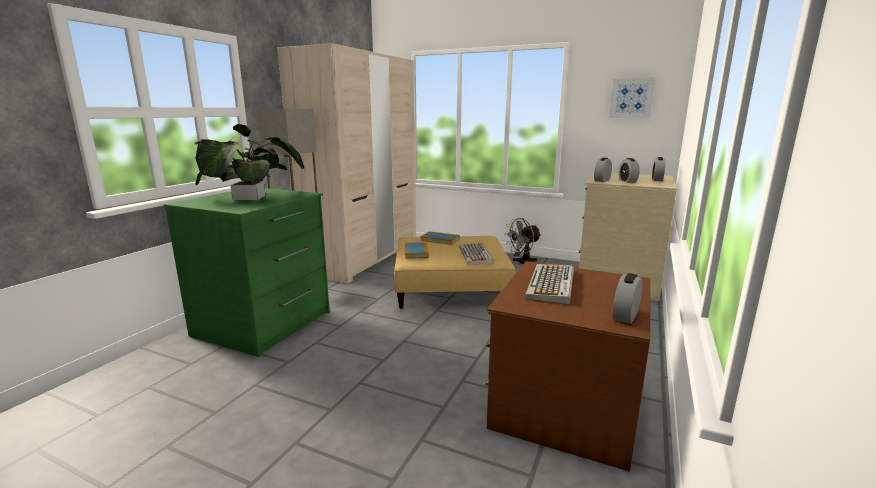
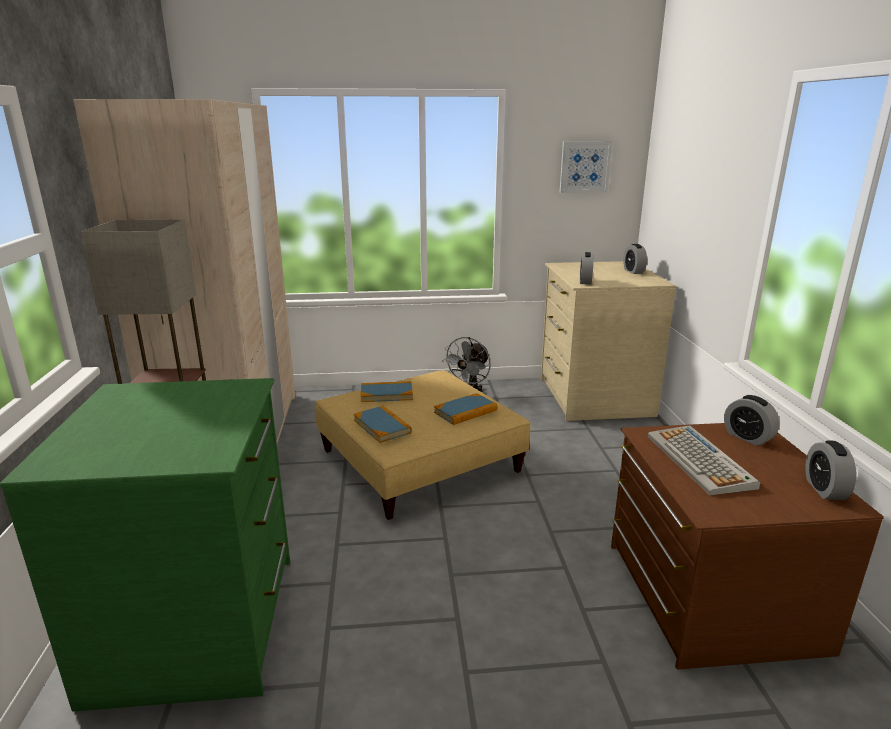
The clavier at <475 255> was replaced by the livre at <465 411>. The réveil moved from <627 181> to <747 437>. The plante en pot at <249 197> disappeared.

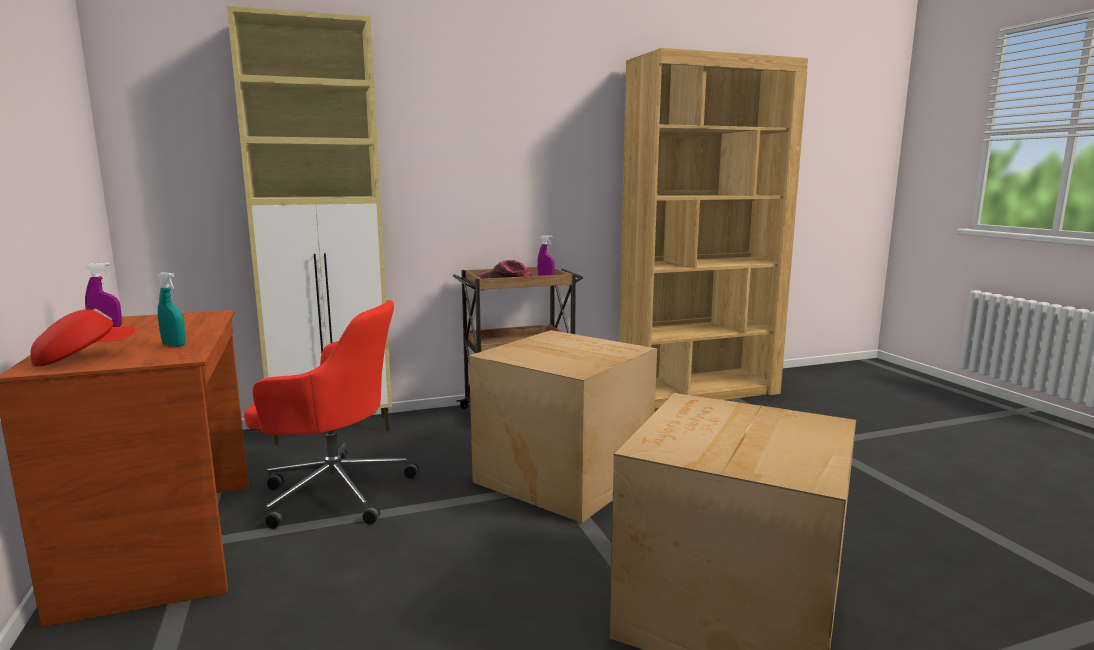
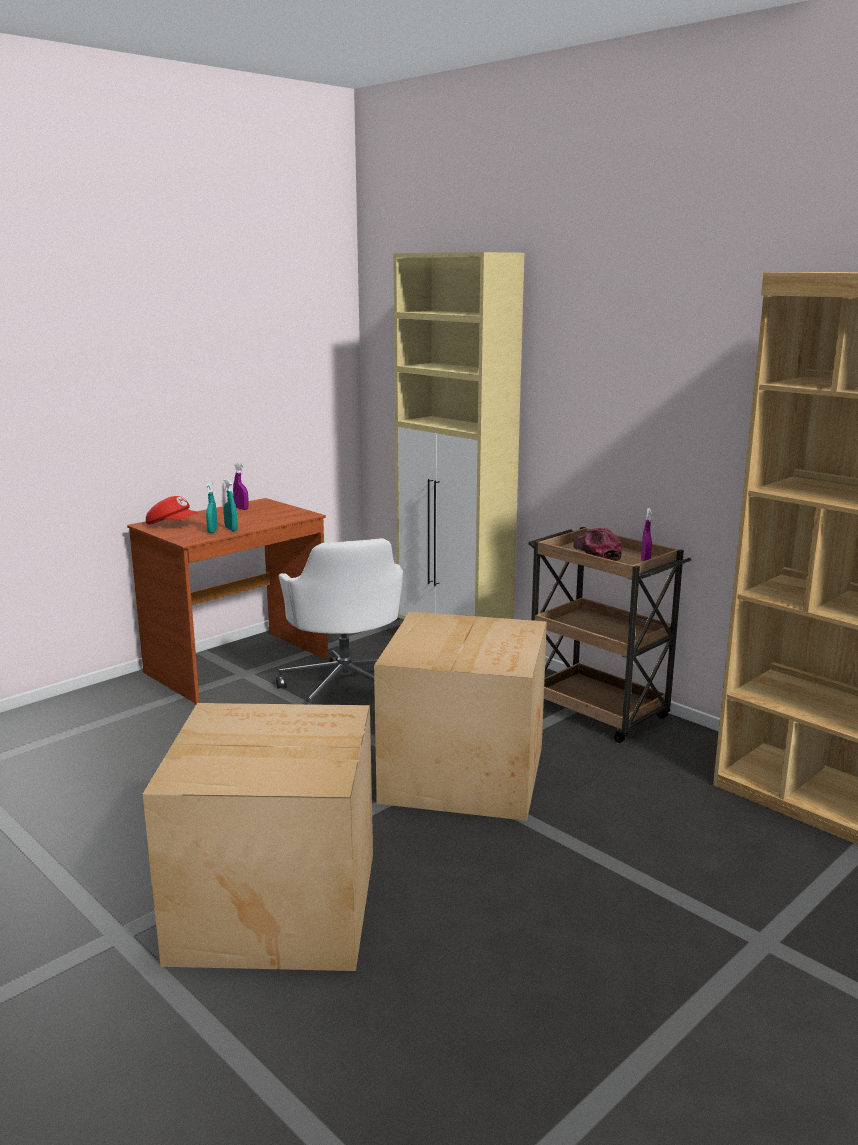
The vaporisateur [turquoise] at <231 529> appeared. The chaise de bureau [rouge] at <334 491> became the chaise de bureau [blanc] at <346 687>.

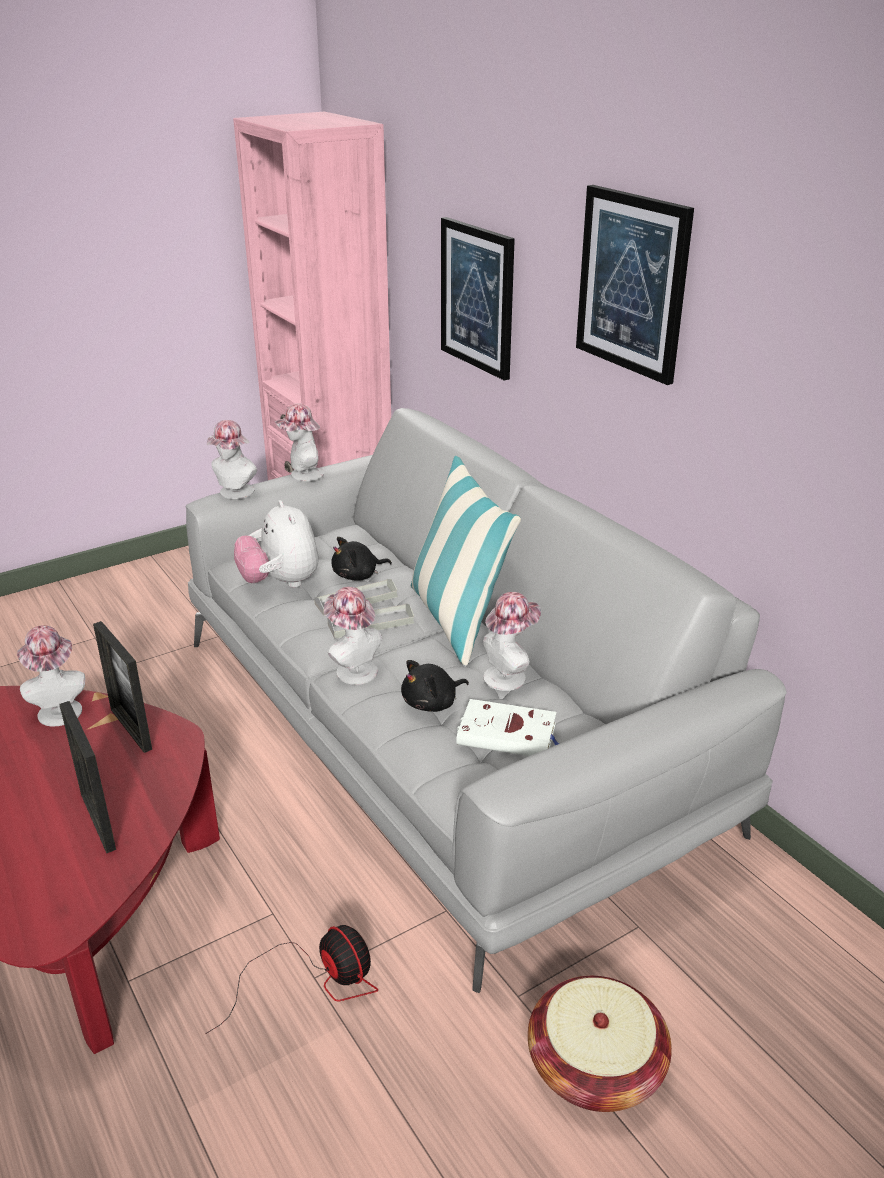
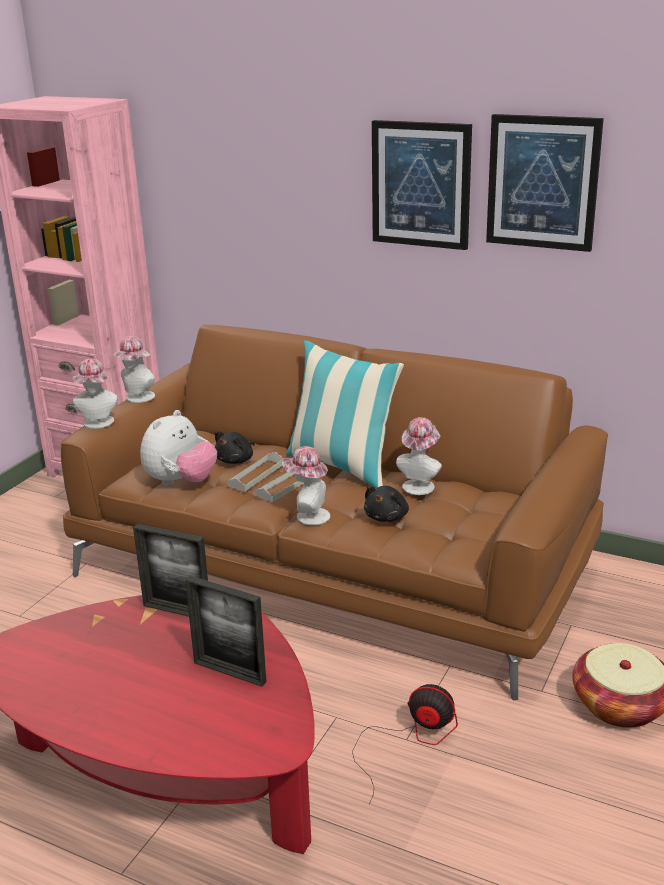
The canapé [gris] at <441 733> became the canapé [marron] at <335 566>. The peluche at <280 583> turned 90 degrees counterclockwise. The tableau moved from <477 297> to <542 182>. The chapeau at <59 709> disappeared. The livre [blanc] at <510 735> disappeared.

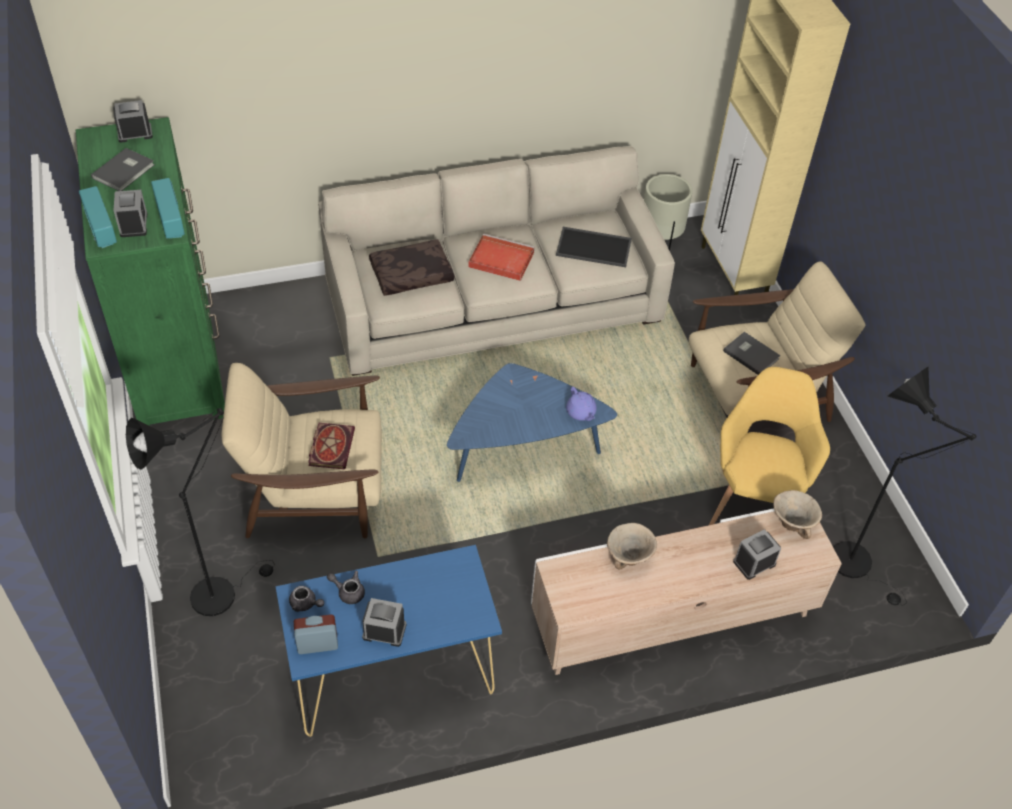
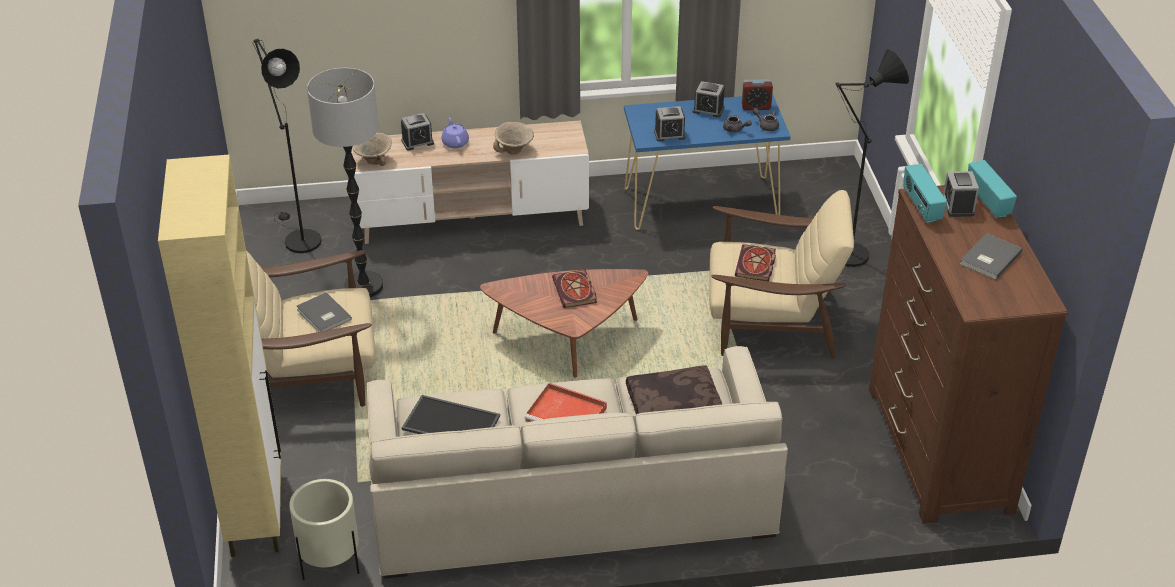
The fauteuil [jaune] at <753 501> was replaced by the lampadaire at <363 286>. The théière [violet] moved from <581 412> to <455 142>. The table basse [bleu] at <522 448> became the table basse [marron] at <568 342>. The livre at <576 291> appeared. The réveil moved from <135 133> to <669 134>. The commode [vert] at <176 361> became the commode [marron] at <938 449>.

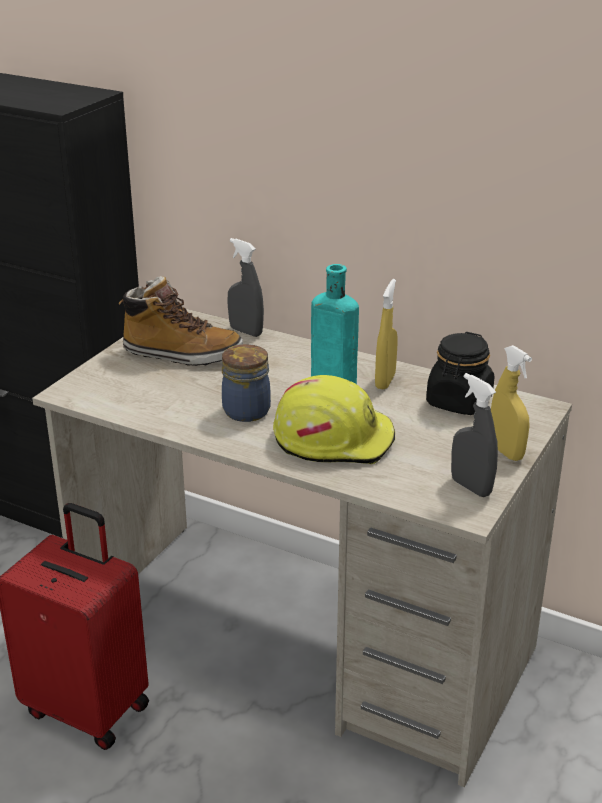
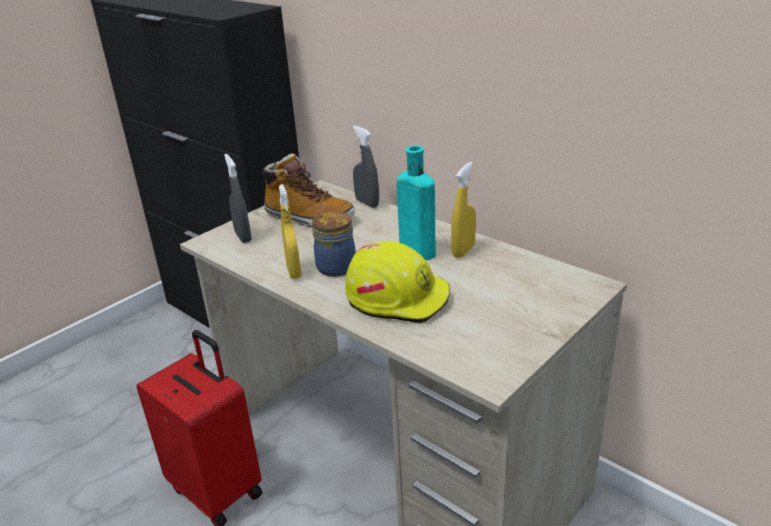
The vaporisateur [gris] moved from <471 487> to <243 237>. The vaporisateur [jaune] moved from <506 452> to <294 272>. The bocal [noir] at <459 402> disappeared.

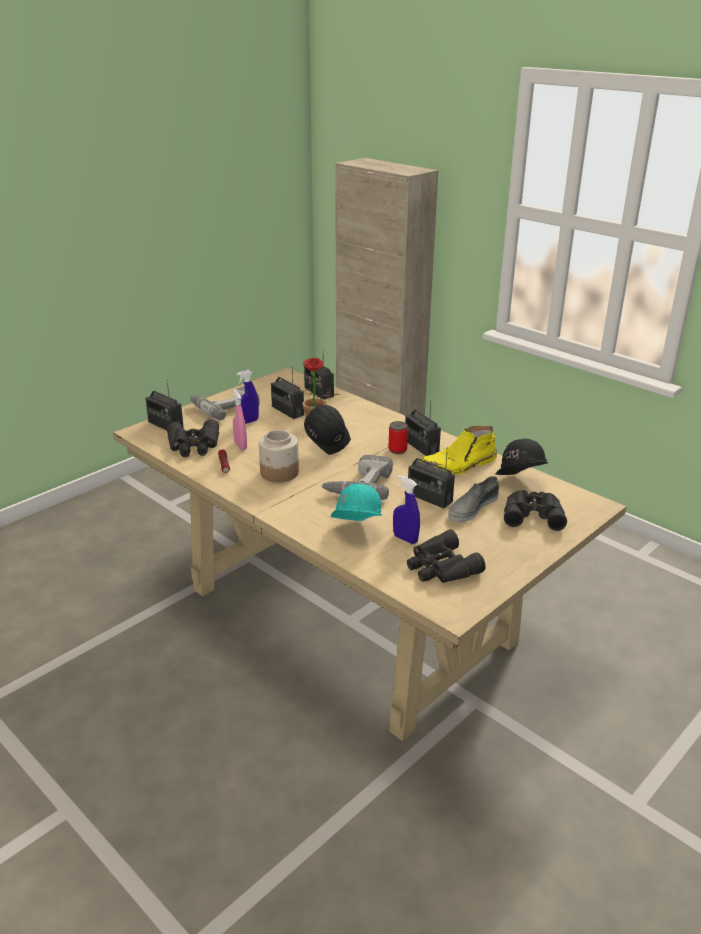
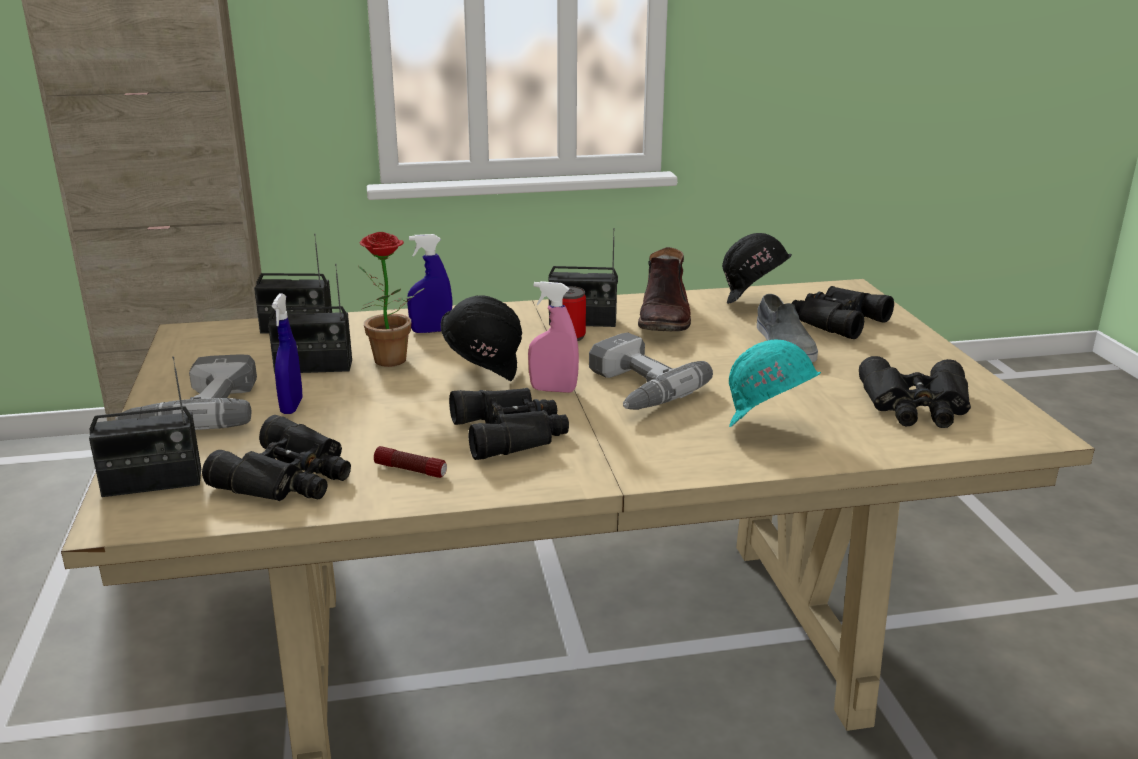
The vaporisateur [bleu] moved from <405 539> to <431 331>. The bocal at <279 473> was replaced by the jumelles [noir] at <512 432>. The vaporisateur [rose] moved from <240 445> to <553 390>. The botte [jaune] at <459 465> became the botte [marron] at <665 317>. The radio at <429 497> disappeared.

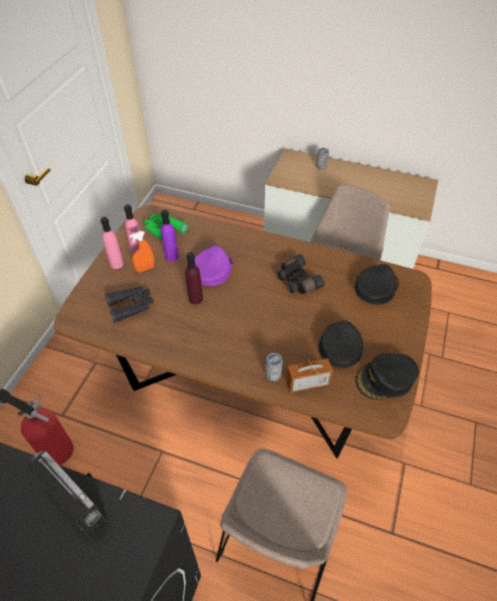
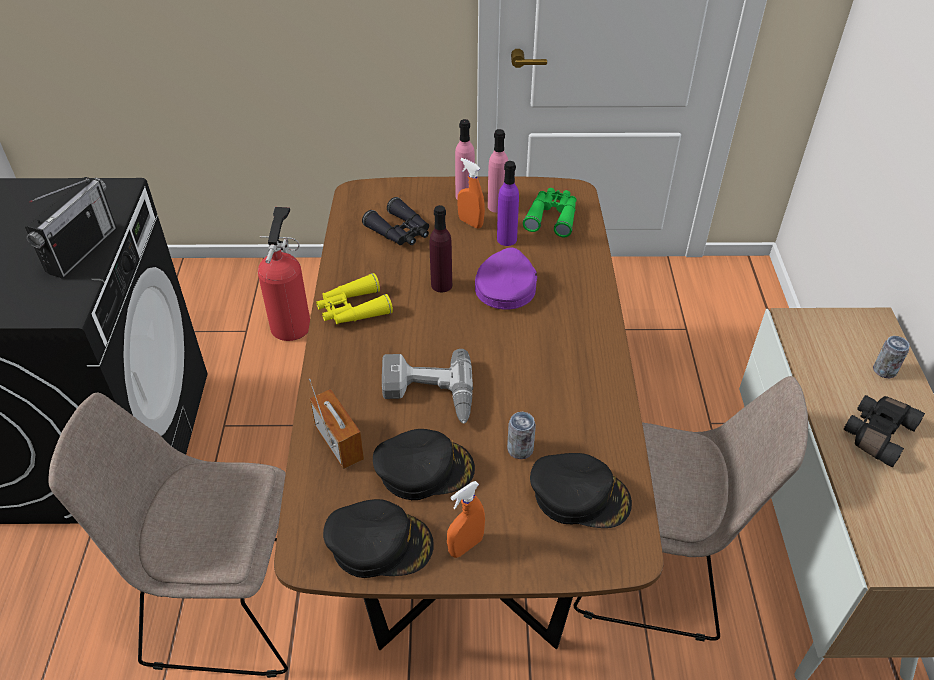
The jumelles [jaune] at <353 309> appeared. The casquette [noir] at <385 379> turned 135 degrees clockwise. The perceuse at <428 396> appeared. The vaporisateur [orange] at <465 546> appeared. The casquette [violet] at <212 269> turned 75 degrees counterclockwise. The boîte métallique moved from <273 374> to <520 449>. The jumelles [noir] moved from <297 281> to <876 433>.

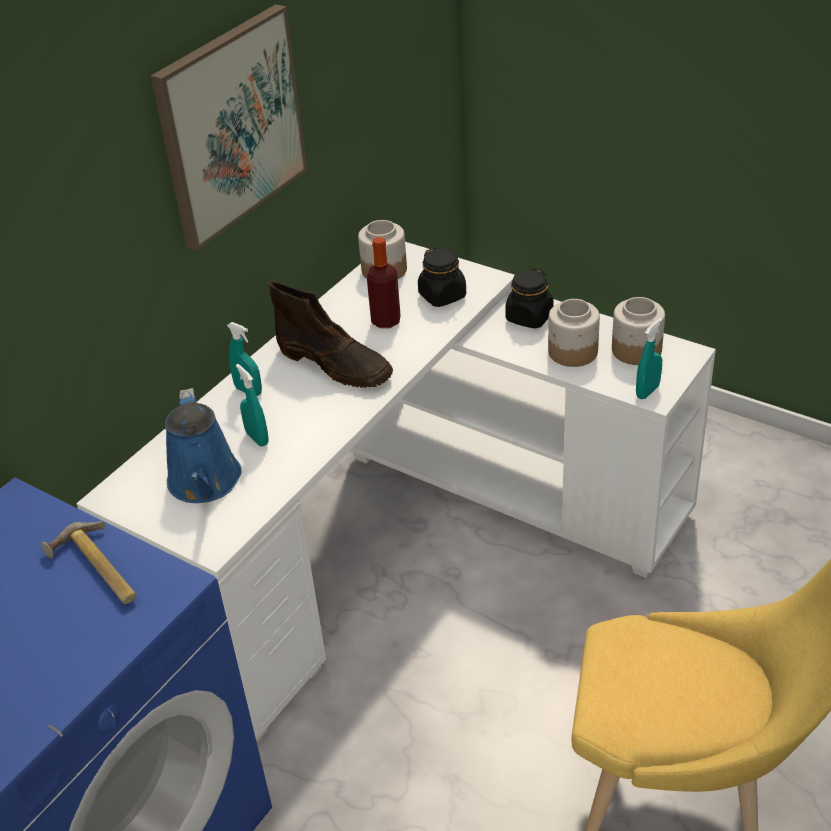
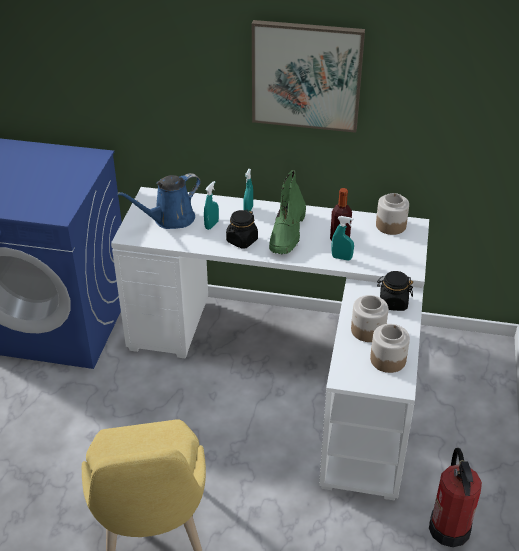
The bocal [noir] moved from <442 296> to <242 240>. The botte [marron] at <335 364> became the botte [vert] at <287 233>. The vaporisateur [turquoise] moved from <647 391> to <341 258>. The extincteur at <449 527> appeared. The marteau at <96 571> disappeared.

